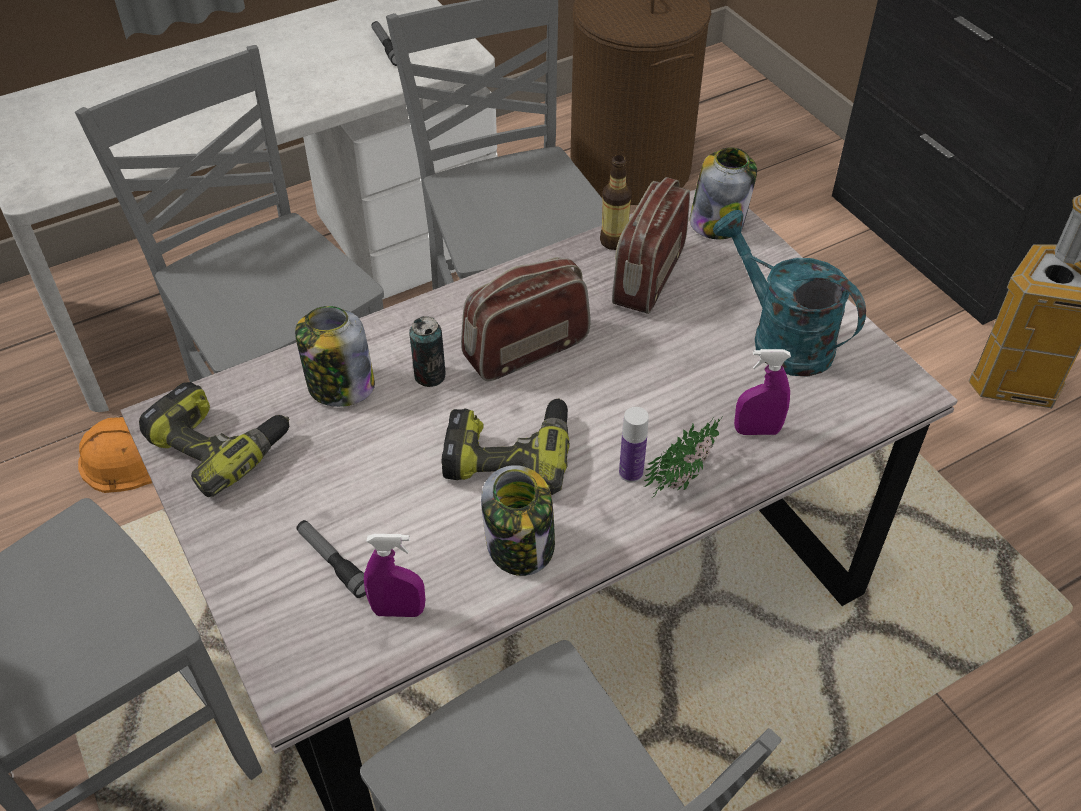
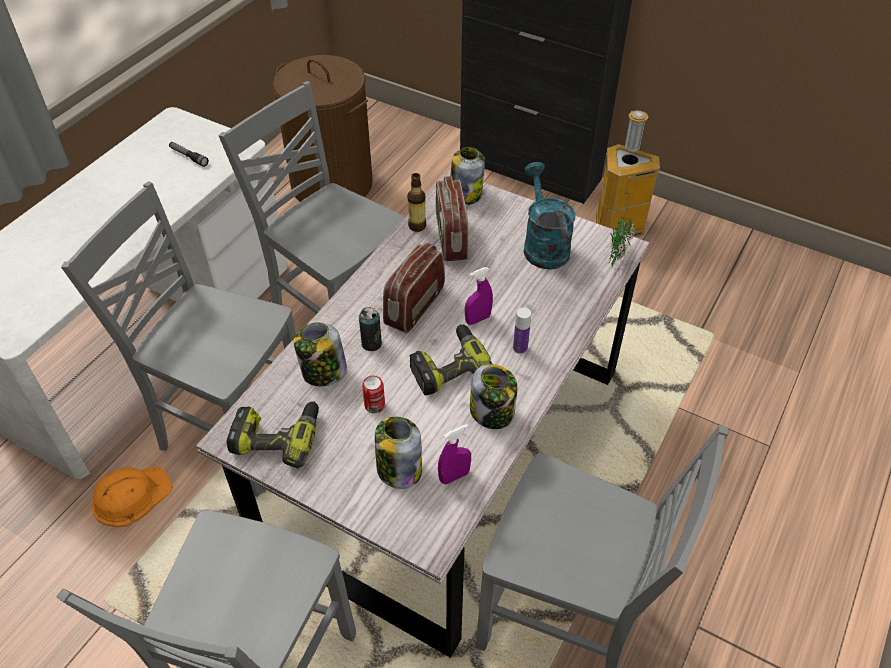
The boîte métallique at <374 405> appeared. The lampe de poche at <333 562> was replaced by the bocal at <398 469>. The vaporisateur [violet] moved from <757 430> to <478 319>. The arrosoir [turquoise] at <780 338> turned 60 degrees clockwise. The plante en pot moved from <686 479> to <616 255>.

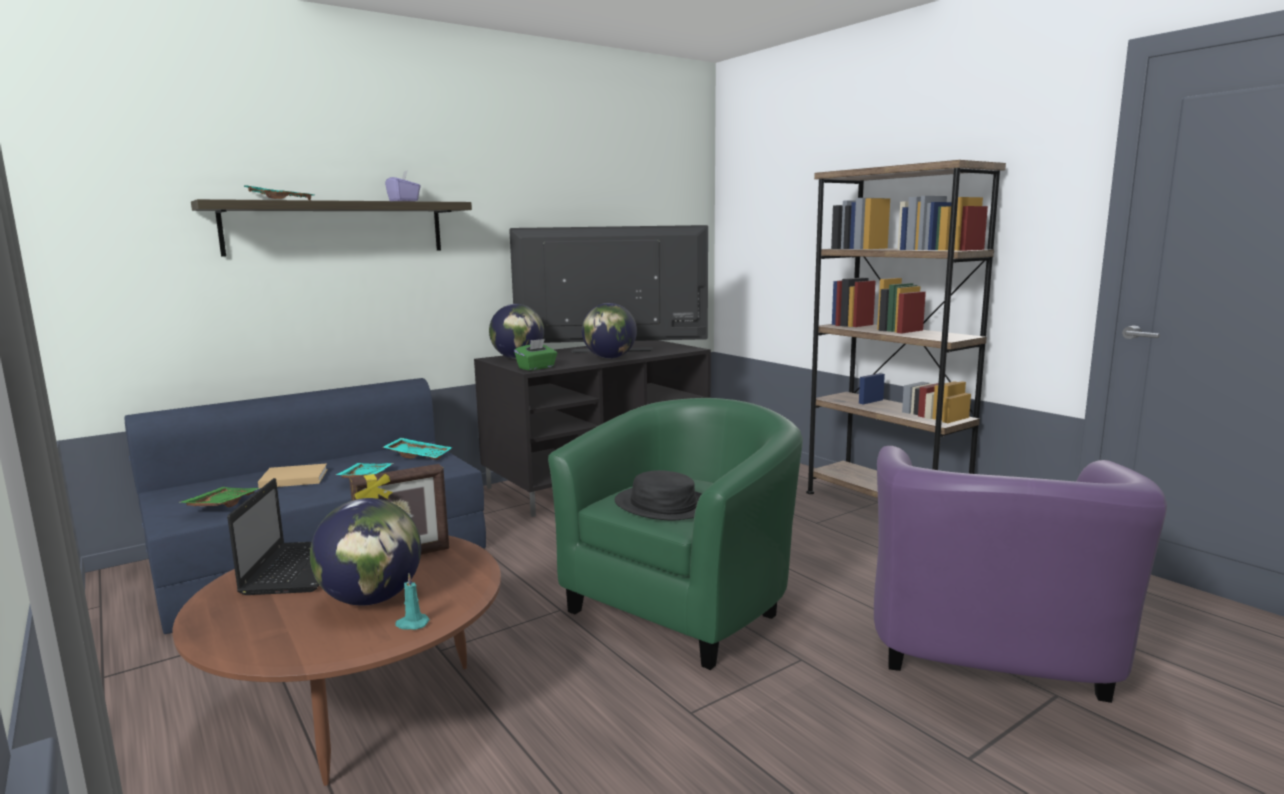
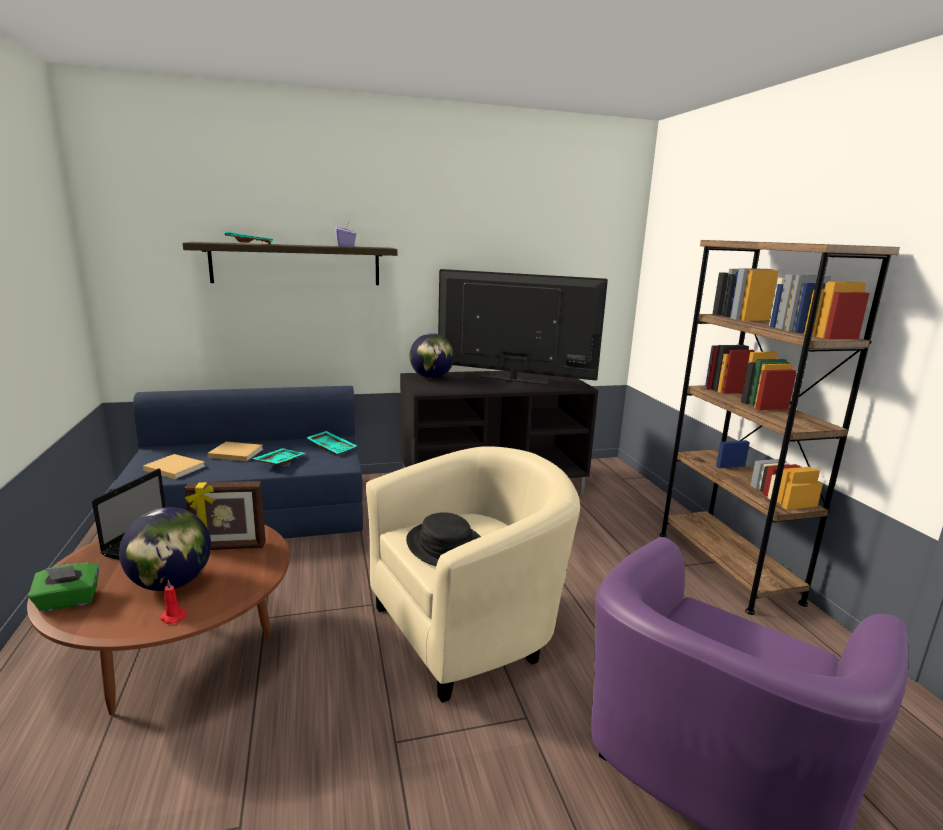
The boîte à mouchoirs [vert] moved from <536 368> to <68 601>. The plateau [vert] at <221 505> was replaced by the livre [beige] at <173 468>. The bougie [turquoise] at <412 624> became the bougie [rouge] at <172 617>. The fauteuil [vert] at <685 605> became the fauteuil [beige] at <470 627>. The globe at <609 358> disappeared.

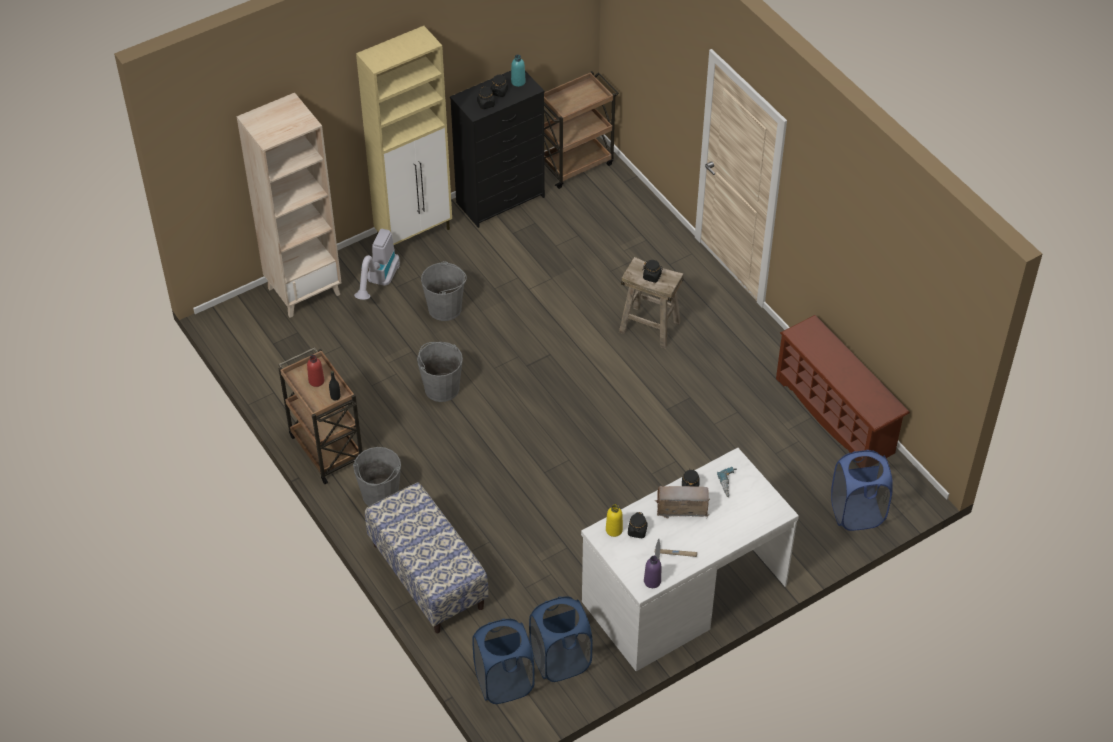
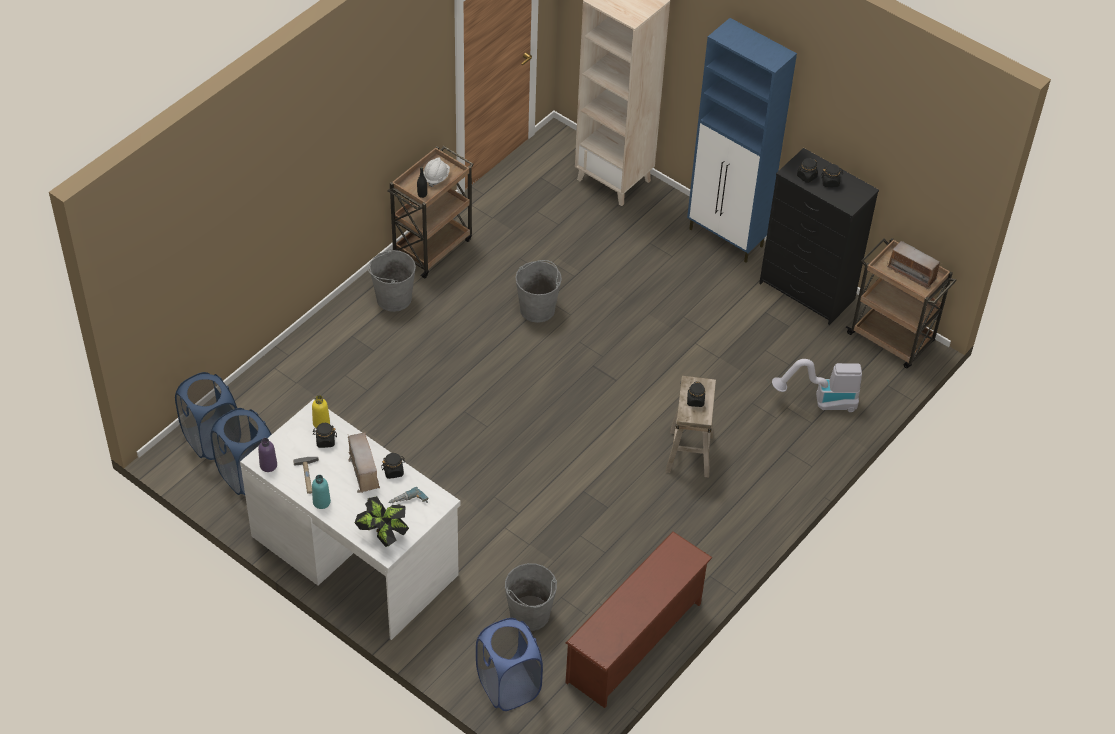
The bouteille [turquoise] moved from <518 82> to <321 502>. The plante en pot at <383 535> appeared. The bouteille [rouge] at <316 381> was replaced by the casque de chantier [blanc] at <436 177>. The seau [gris] moved from <445 308> to <529 614>. The meuble de rangement [beige] at <415 233> became the meuble de rangement [bleu] at <726 238>. The aspirateur moved from <378 283> to <820 401>. The radio at <912 273> appeared. The banc at <427 576> disappeared.

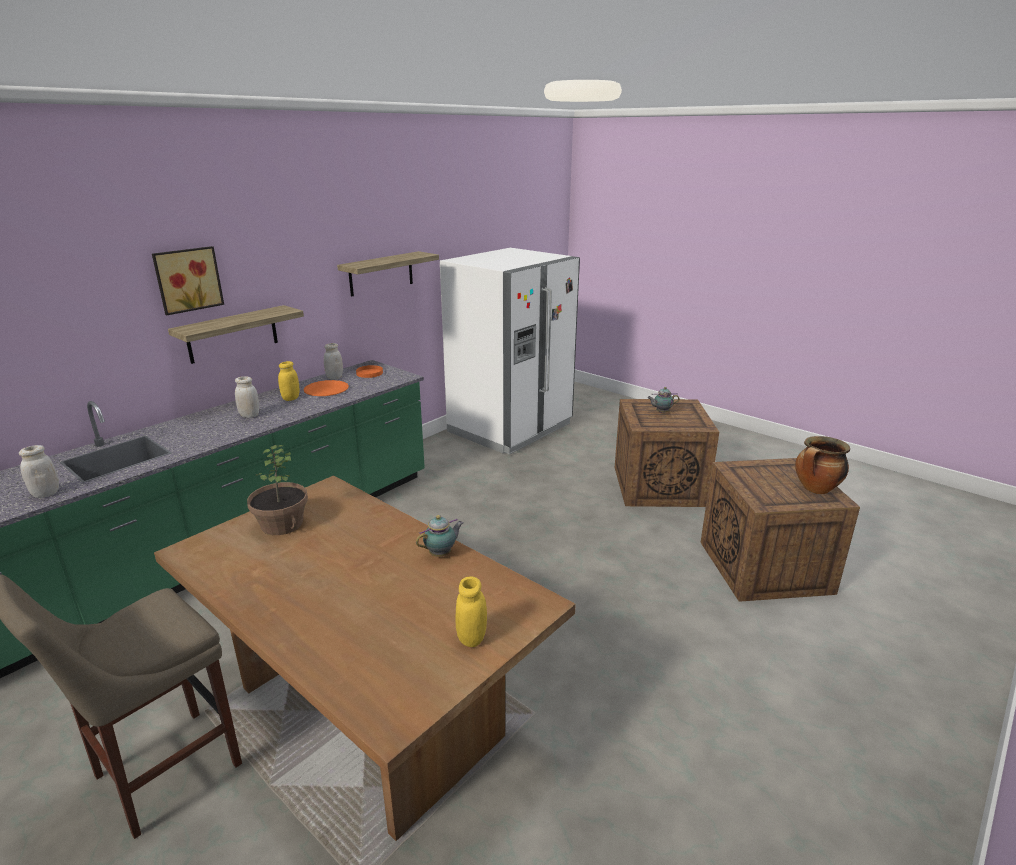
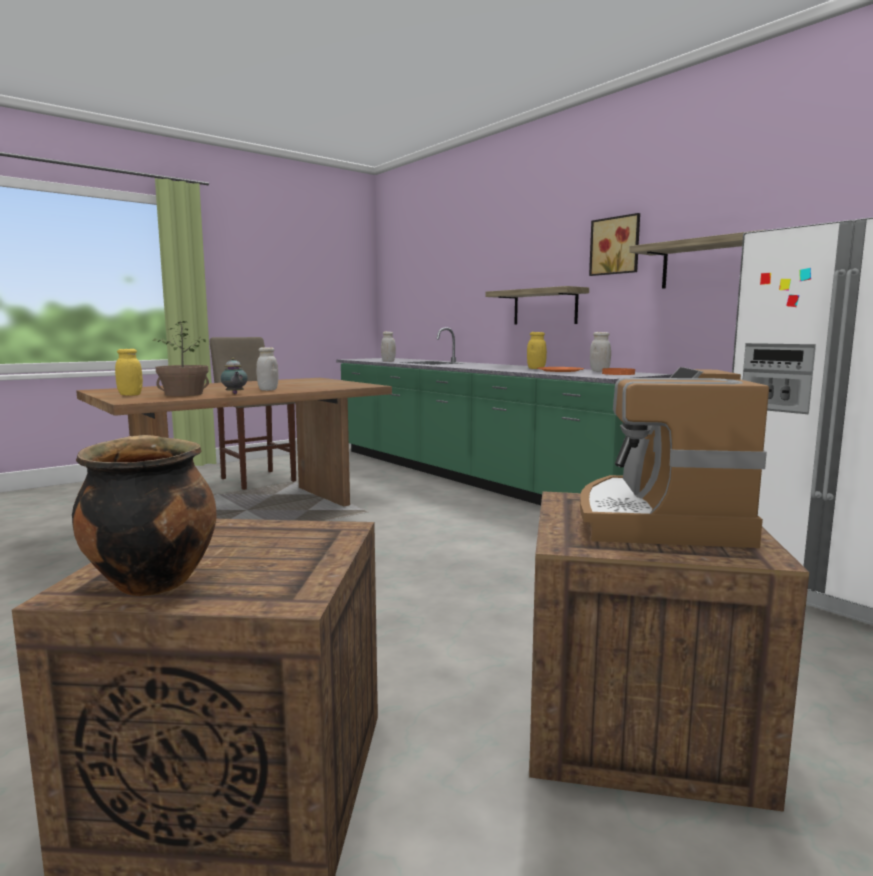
The plante en pot moved from <281 524> to <184 394>. The bocal [blanc] moved from <249 415> to <268 390>. The théière at <661 412> was replaced by the machine à café at <658 520>. The tableau moved from <187 279> to <616 246>.

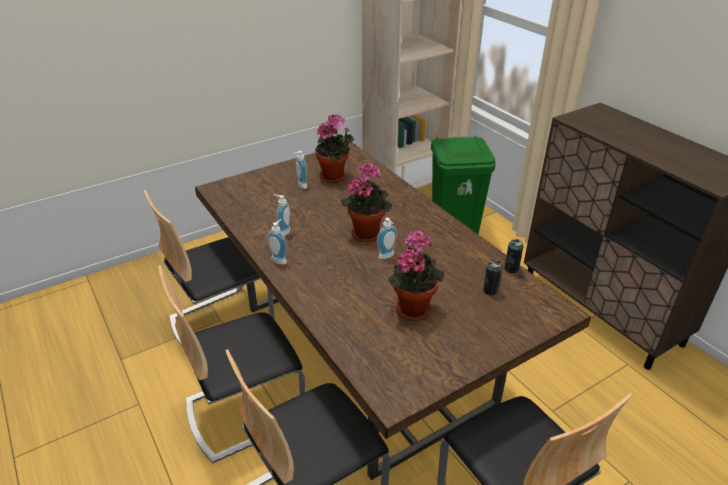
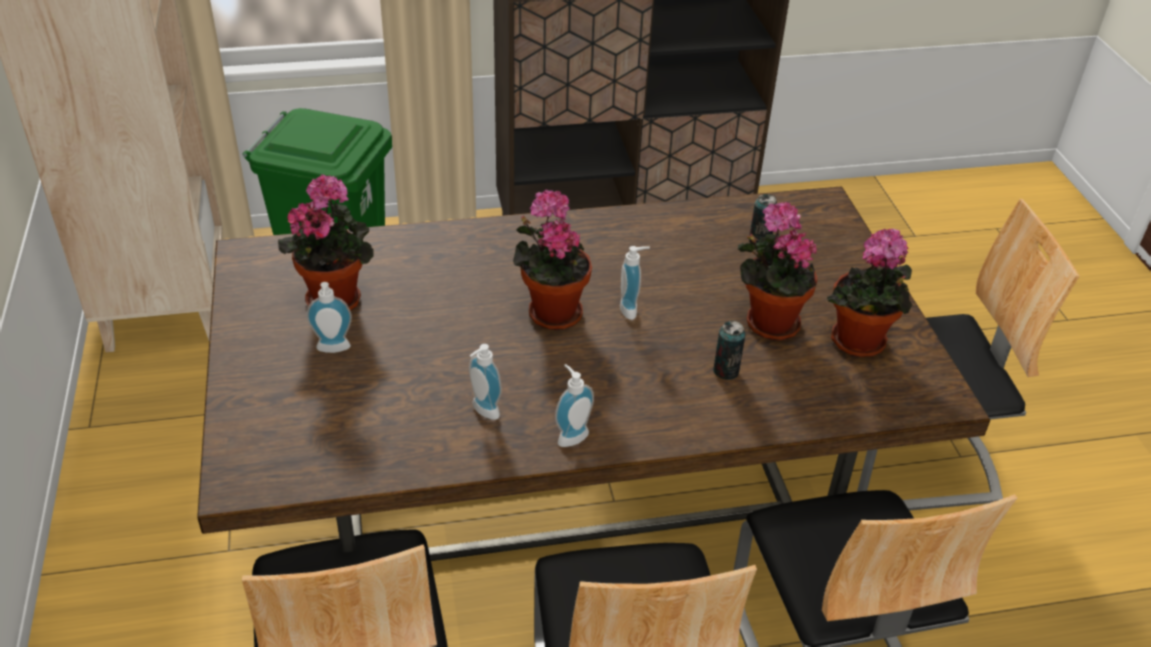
The boîte métallique moved from <511 268> to <726 371>. The plante en pot at <859 344> appeared.

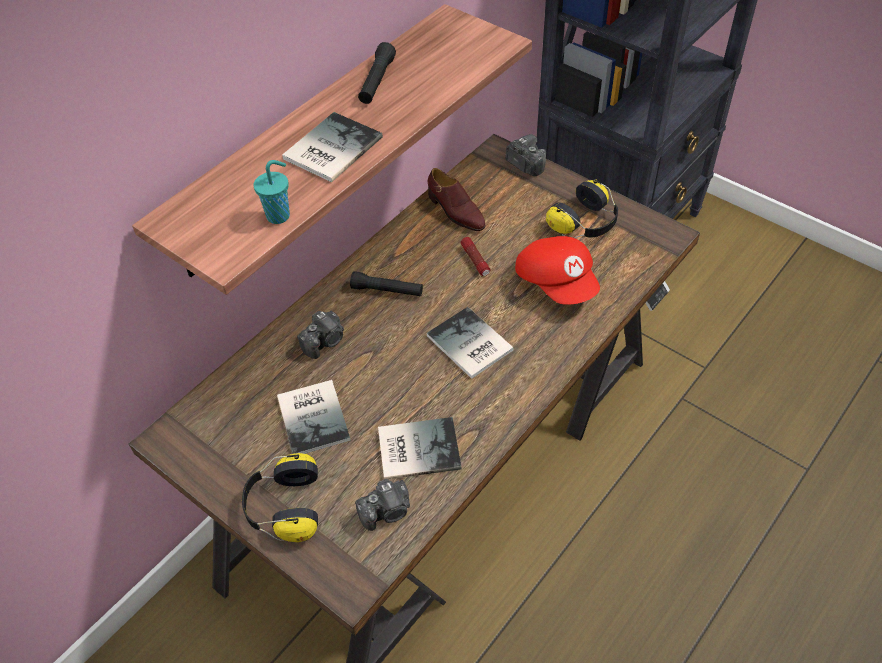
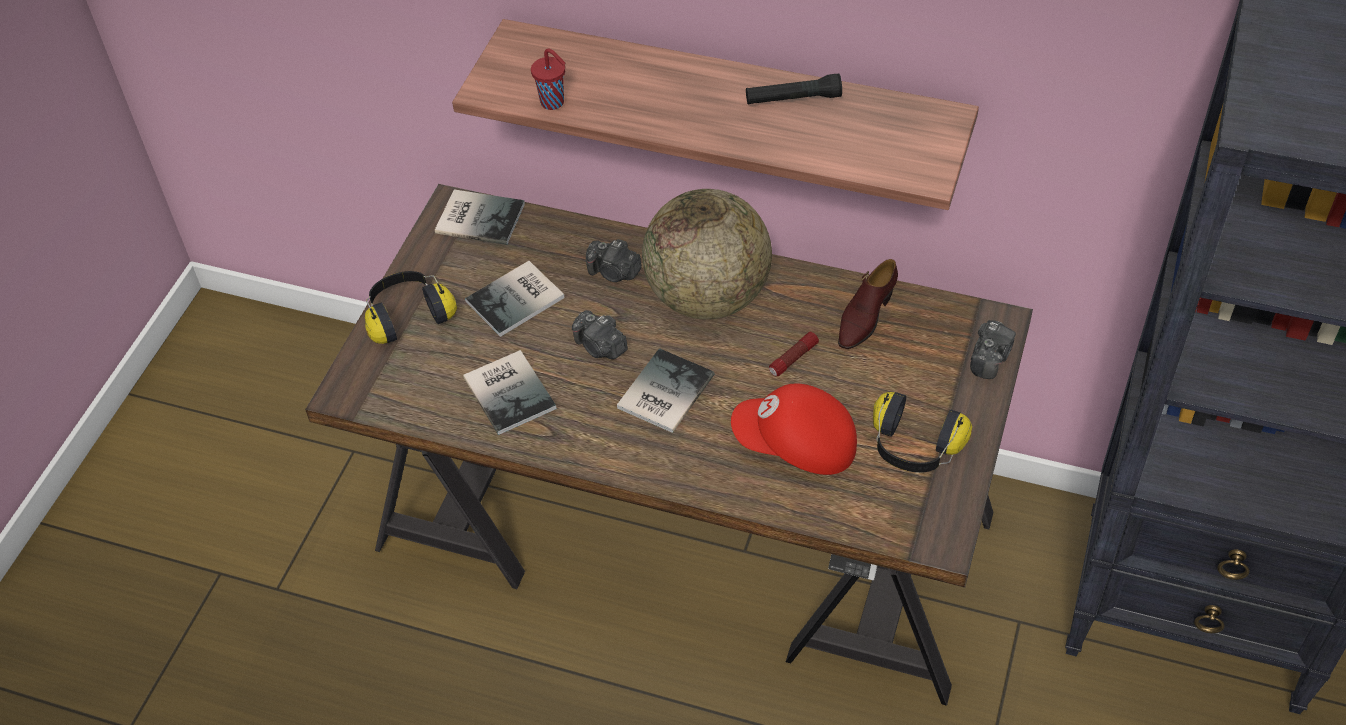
The livre moved from <329 148> to <478 216>. The tasse [turquoise] at <279 215> became the tasse [rouge] at <553 103>. The appareil photo moved from <387 512> to <600 347>. The lampe de poche [noir] at <387 290> was replaced by the globe at <708 297>. The casquette [rouge] at <557 283> turned 60 degrees clockwise.

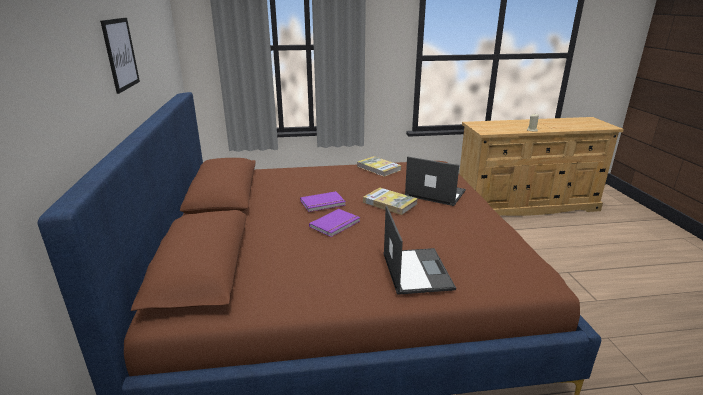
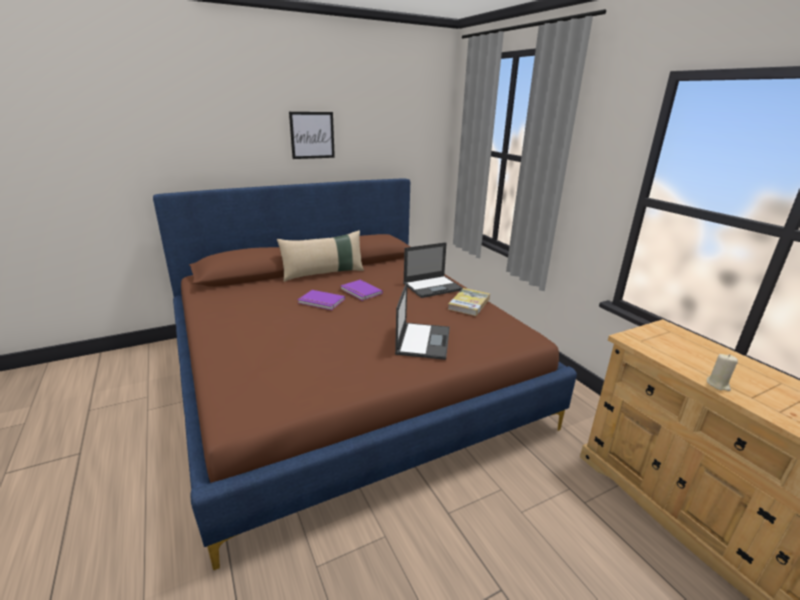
The coussin [beige] at <323 274> appeared. The ordinateur portable moved from <416 270> to <433 286>. The livre at <390 203> disappeared.

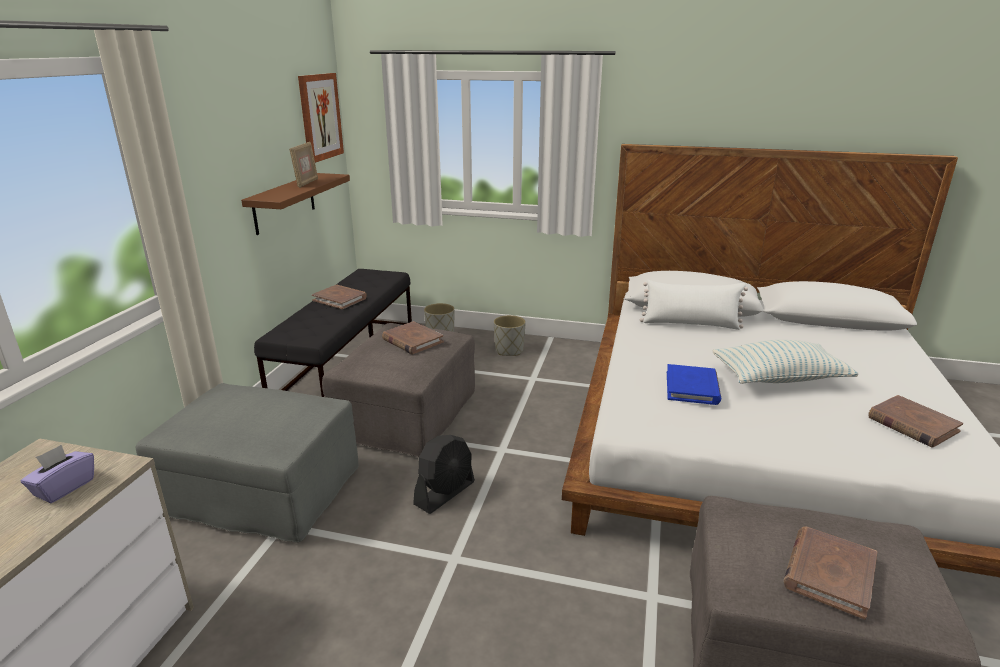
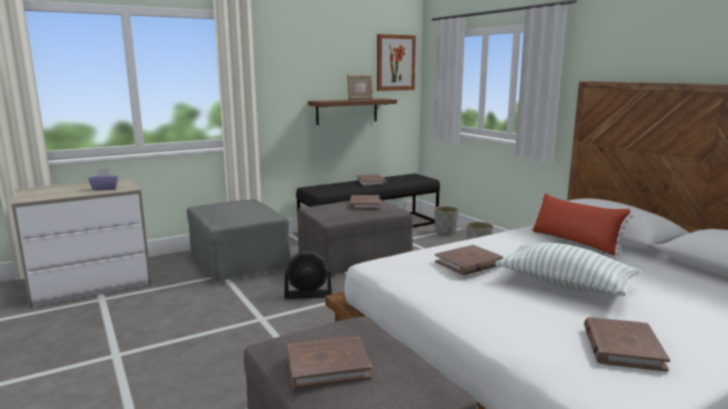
The livre [bleu] at <692 388> became the livre [marron] at <469 263>. The coussin [blanc] at <690 324> became the coussin [rouge] at <574 242>.

